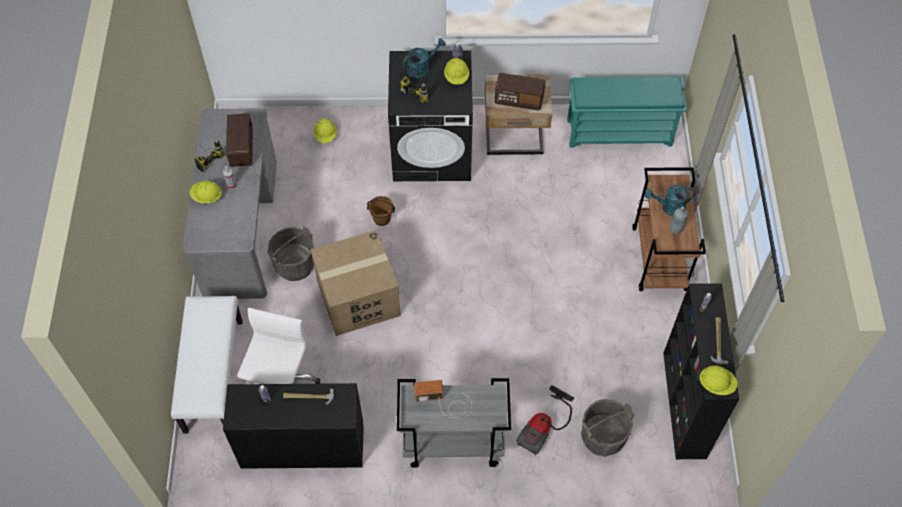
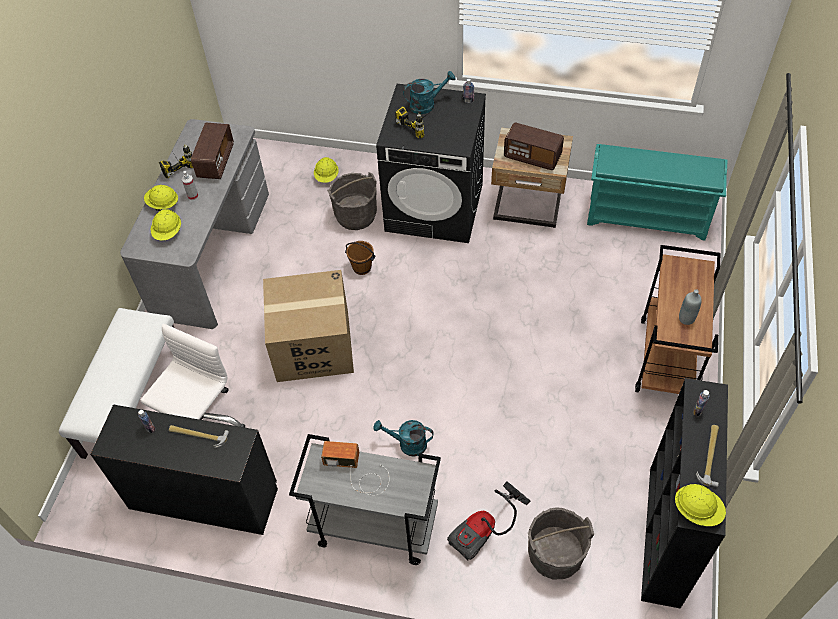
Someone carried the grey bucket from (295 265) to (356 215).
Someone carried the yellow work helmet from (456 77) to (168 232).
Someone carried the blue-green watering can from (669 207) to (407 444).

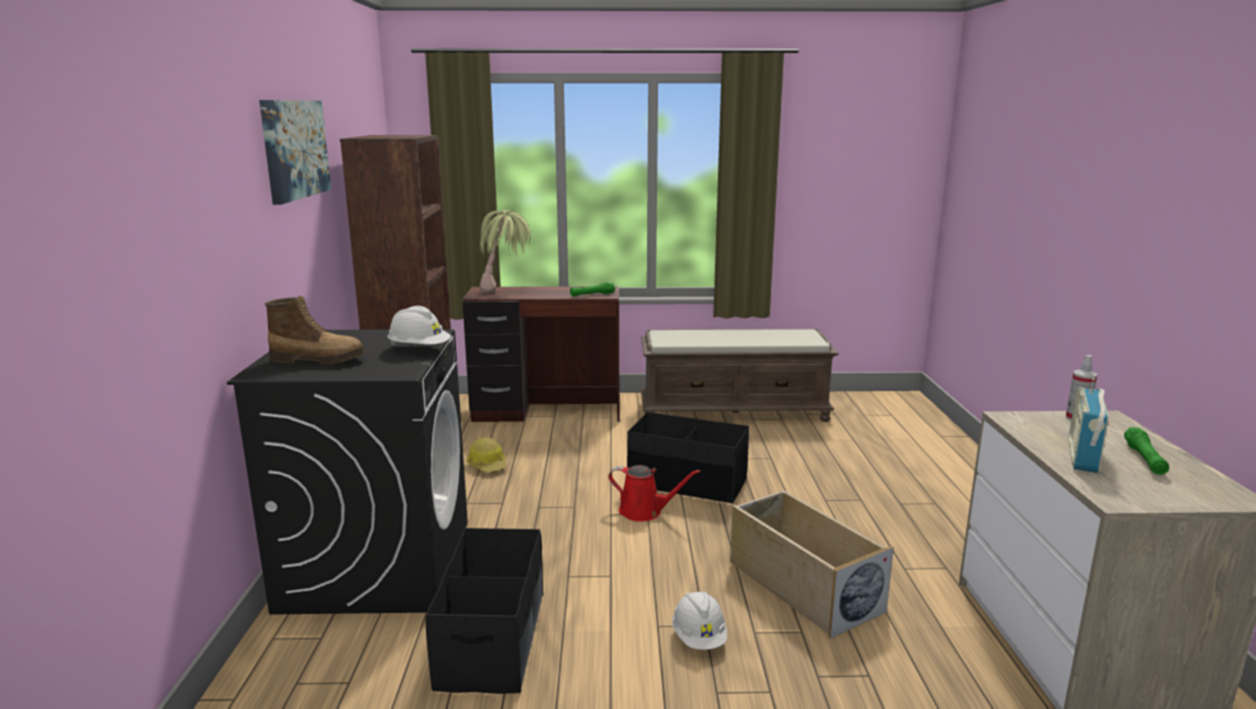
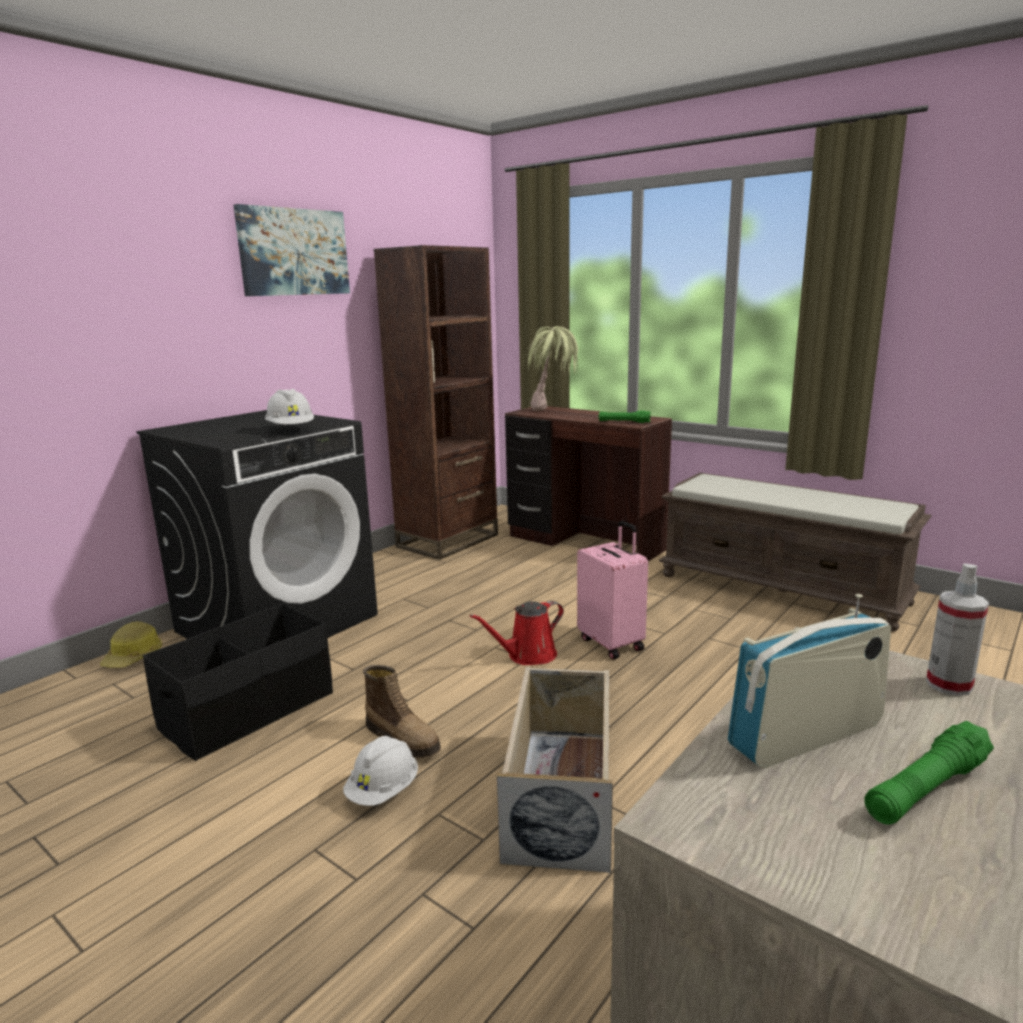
Someone carried the high-top boot from (319 360) to (404 739).
Someone carried the work helmet from (488 465) to (134 657).
Someone rotated the red-coloured watering can at (644 512) by 90 degrees clockwise.
Someone swapped the black storage box at (687 483) for the pink-coloured suitcase at (612 643).

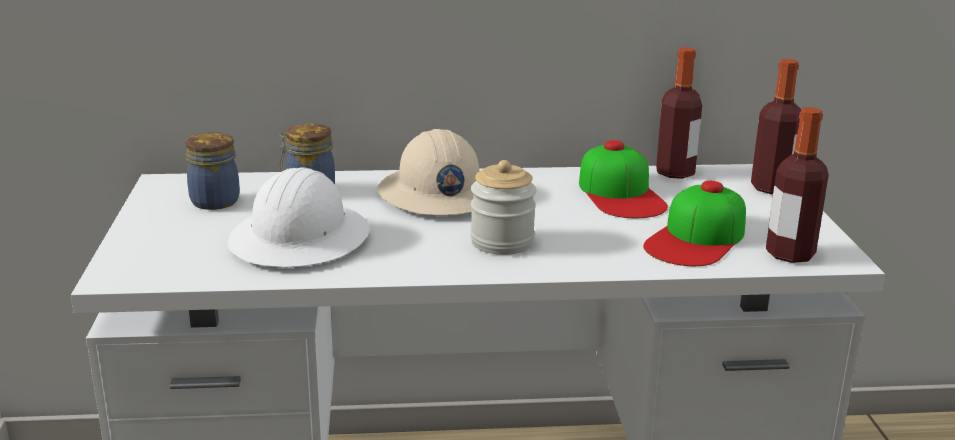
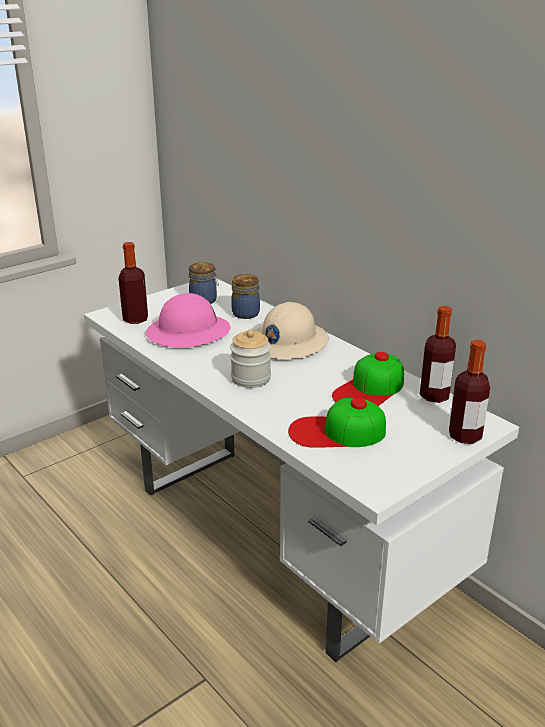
Someone repainted the white-coloured work helmet at (301 239), which became the pink-coloured work helmet at (188 333).
Someone carried the beverage bottle from (790 254) to (135 319).

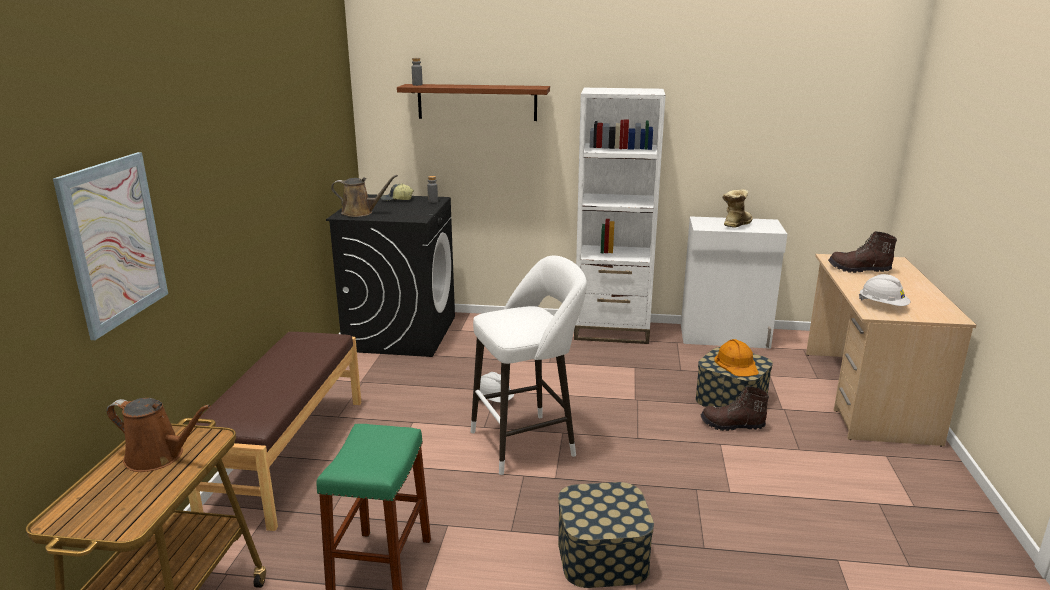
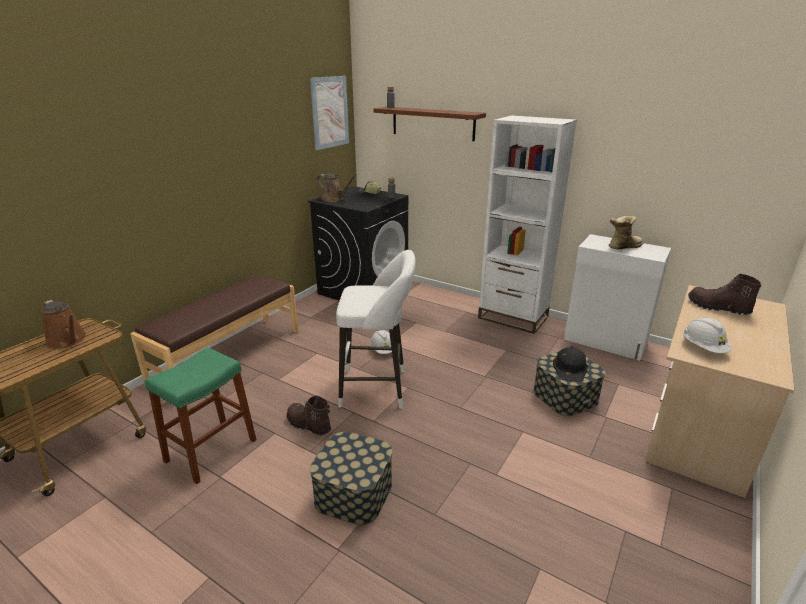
Someone carried the picture from (114 242) to (330 112).
Someone carried the brownish high-top boot from (732 425) to (308 425).
Someone repainted the orange-coloured work helmet at (736 364), which became the black work helmet at (570 368).

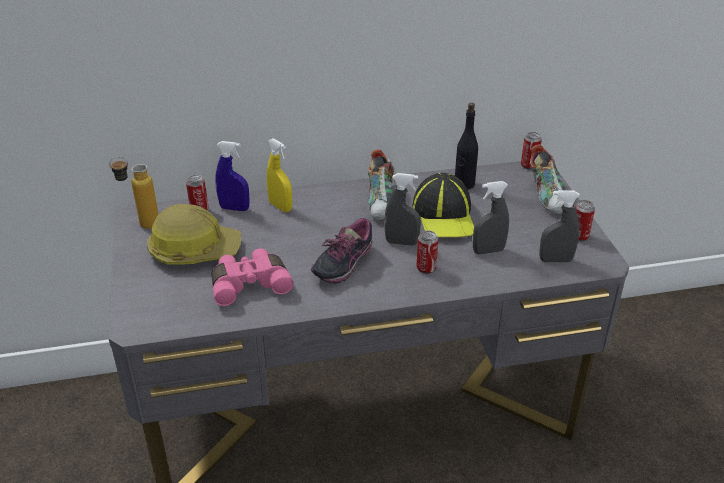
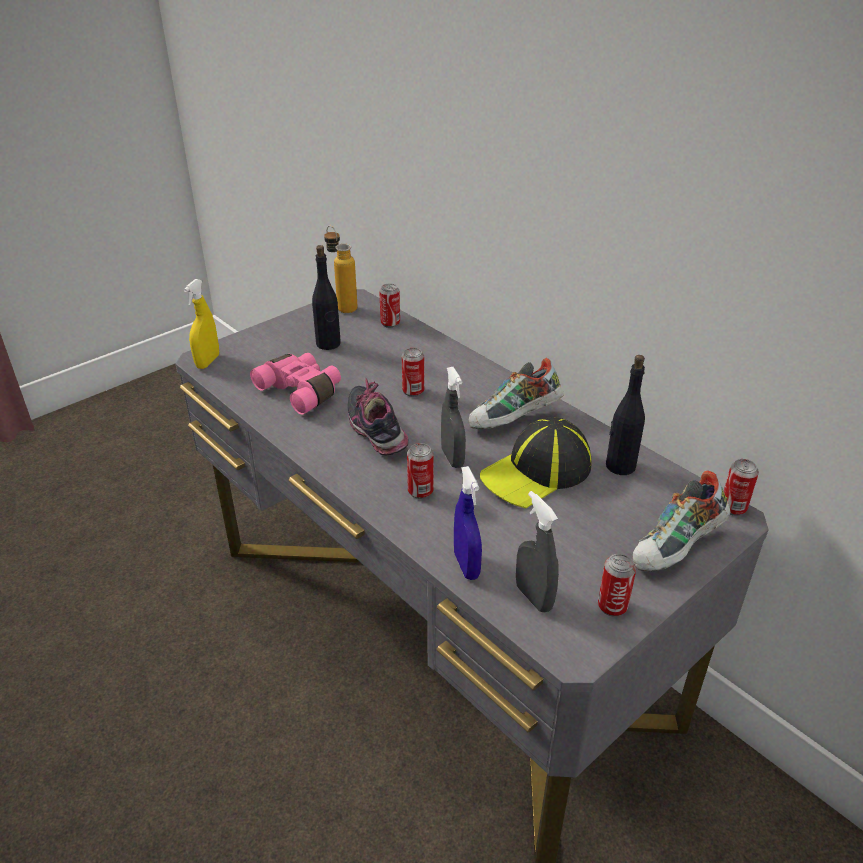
Someone swapped the work helmet at (194 250) for the black beverage bottle at (328 344).
Someone carried the bluish sprayer from (234 208) to (466 565).
Someone carried the yellow sprayer from (280 207) to (208 362).
Someone rotated the item of footwear at (342 265) by 60 degrees clockwise.
Someone took away the grey sprayer at (488 251).
Someone put down the metal can at (413 391).

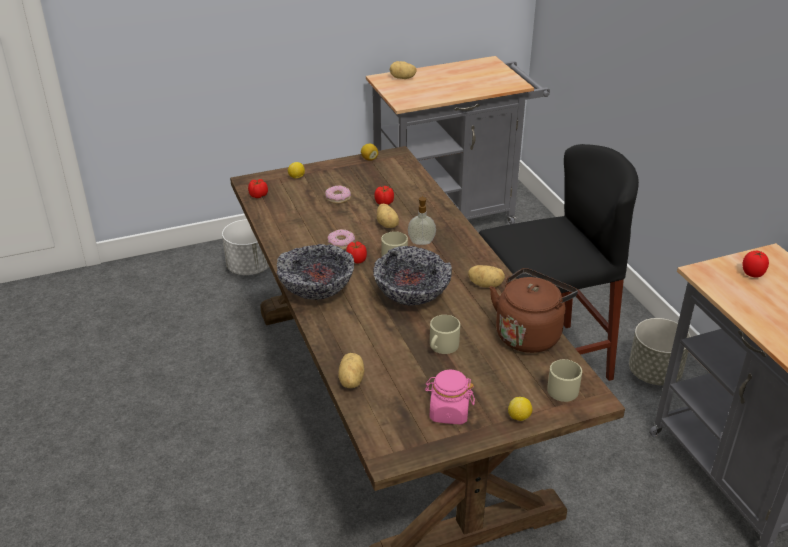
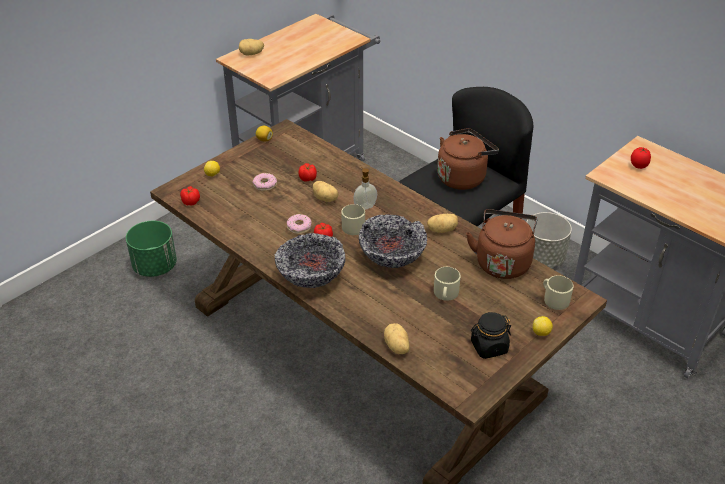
Someone repainted the white-coloured planter at (249 267), which became the greenish planter at (155 266).
Someone repainted the pink-coloured preserve jar at (448 412), which became the black preserve jar at (489 347).
Someone put down the brownish water kettle at (463 177).

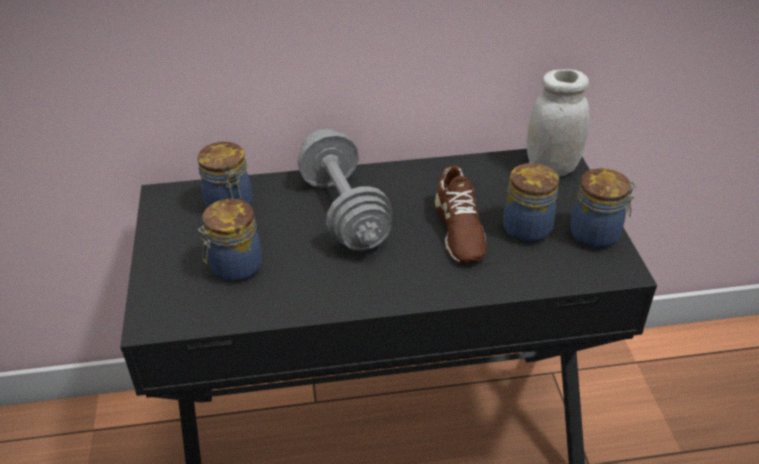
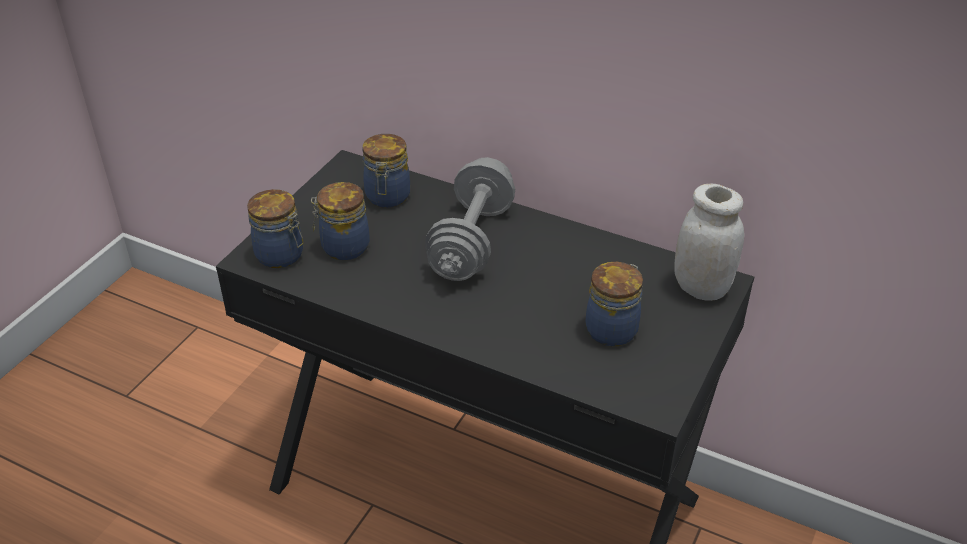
Someone took away the brownish item of footwear at (458 229).
Someone carried the preserve jar from (596 235) to (281 255).

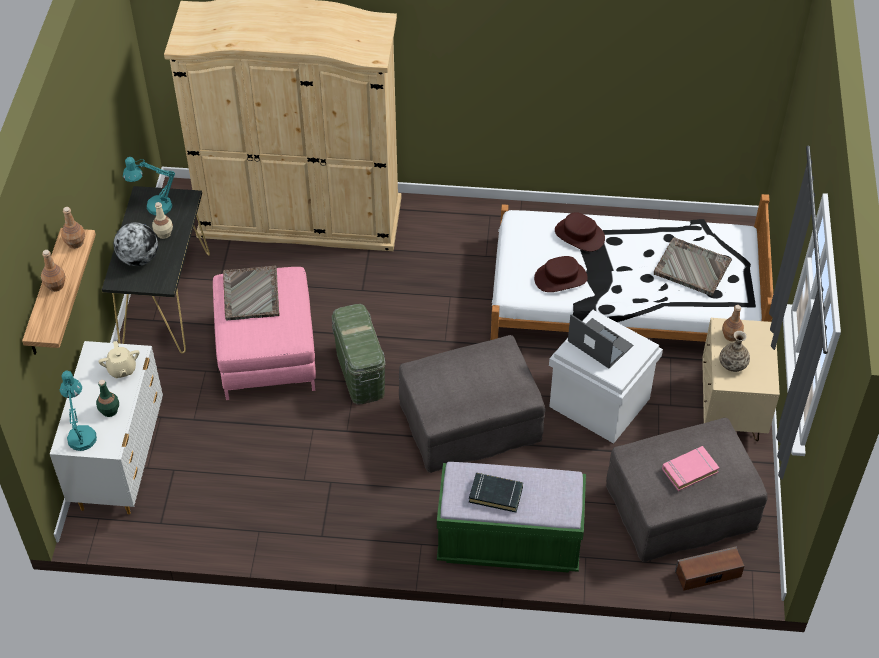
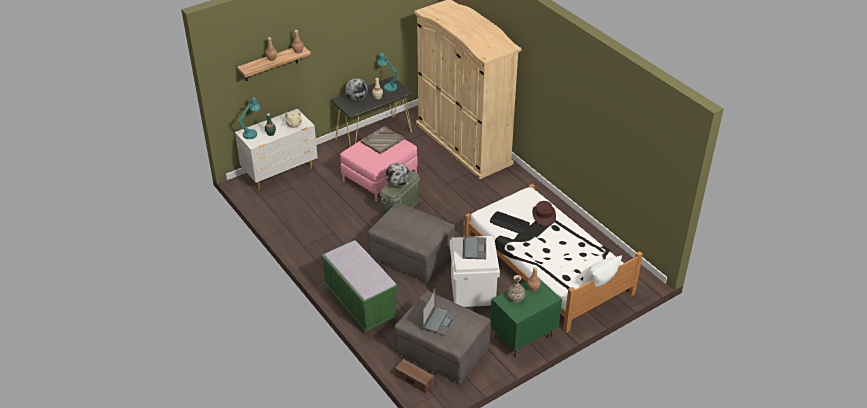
Someone took away the black book at (496 494).
Someone swapped the brownish hat at (560 278) for the computer keyboard at (509 223).
Someone took away the grey serving tray at (691 267).
Someone swapped the pink-coloured book at (689 470) for the laptop at (439 320).
Someone repainted the sand-coloured nightstand at (731 410), which became the greenish nightstand at (523 337).
Someone put down the desk globe at (397 184).
Someone put down the white-coloured pillow at (598 284).

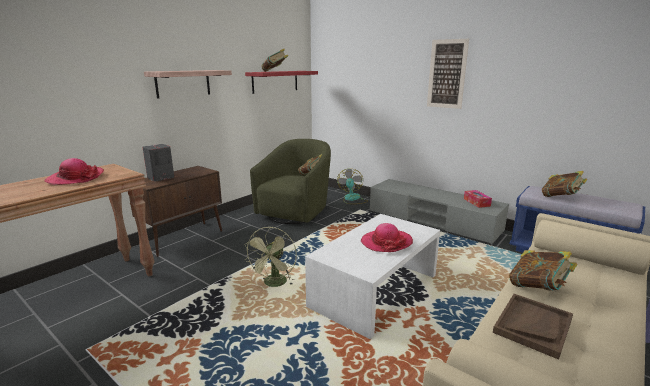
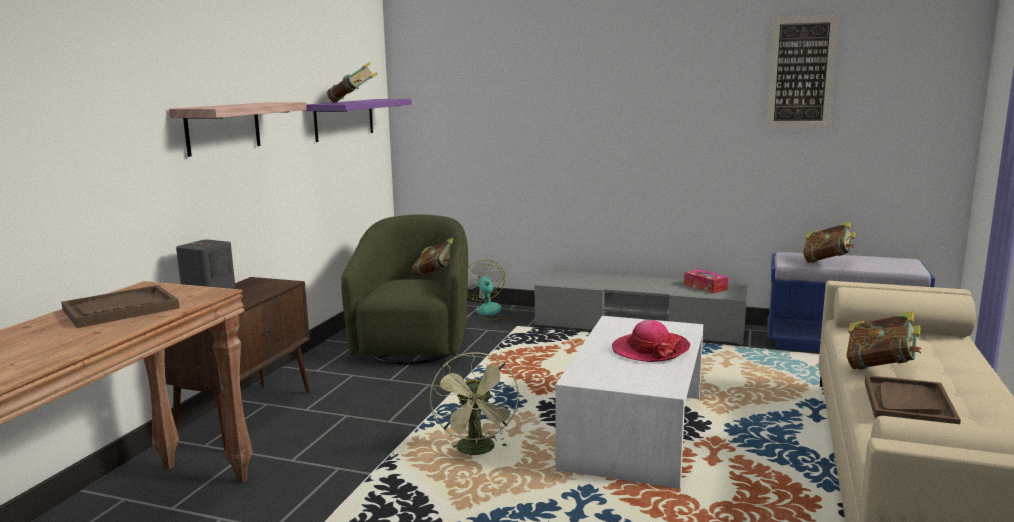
Someone swapped the hat at (75 178) for the brownish serving tray at (120 309).
Someone repainted the red-coloured bracket shelf at (275 81), which became the purple bracket shelf at (344 119).
Someone carried the picture from (447 74) to (801 72).

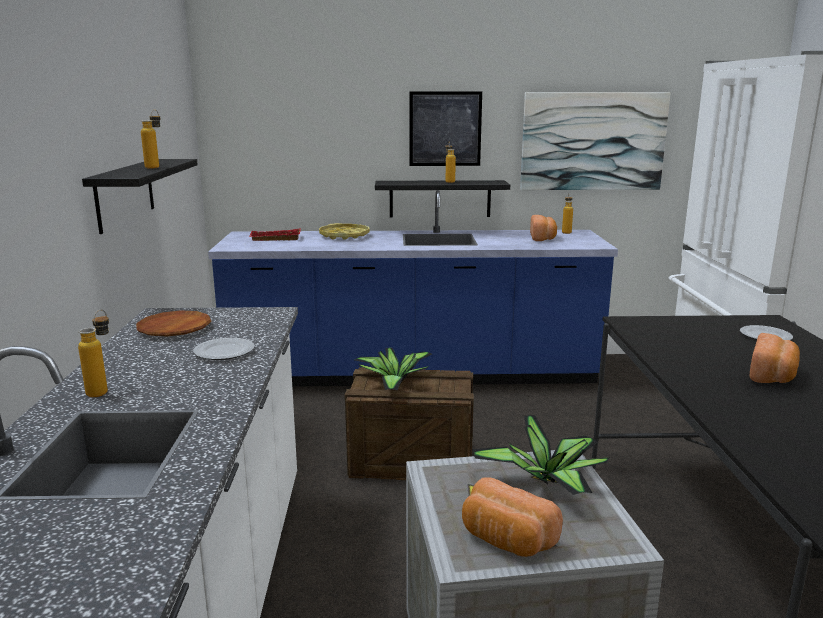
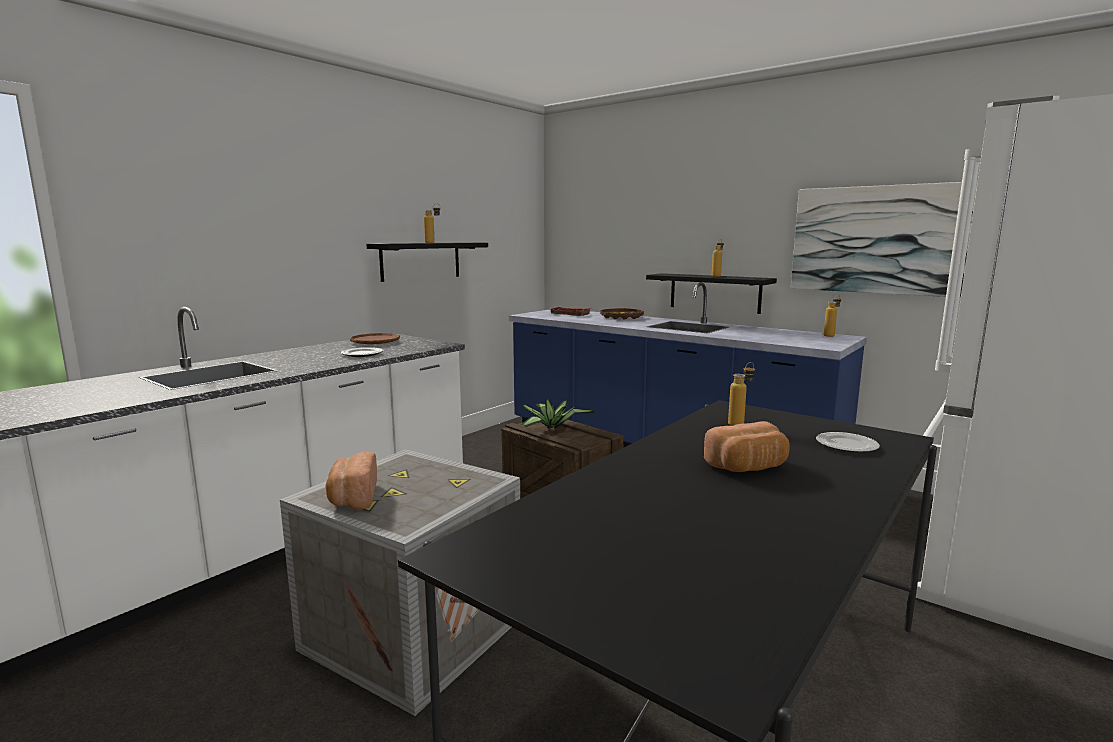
Someone carried the beverage bottle from (103 390) to (740 423).
Someone repainted the yellow serving tray at (344 236), which became the brownish serving tray at (621 317).
Someone took away the picture at (445 129).
Someone took away the potted plant at (548 481).
Someone took away the baked bread at (543 238).

